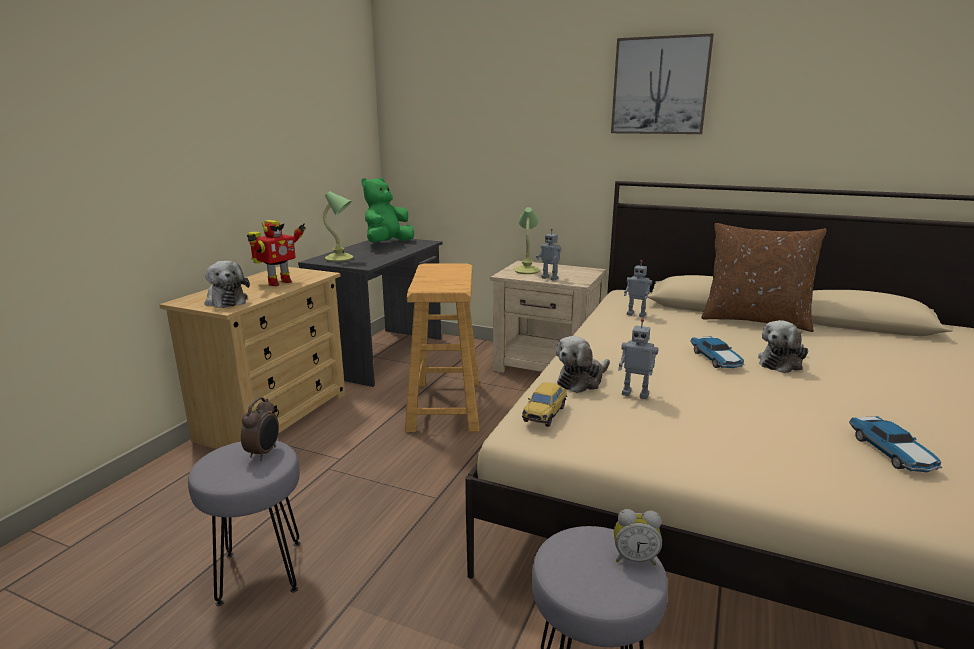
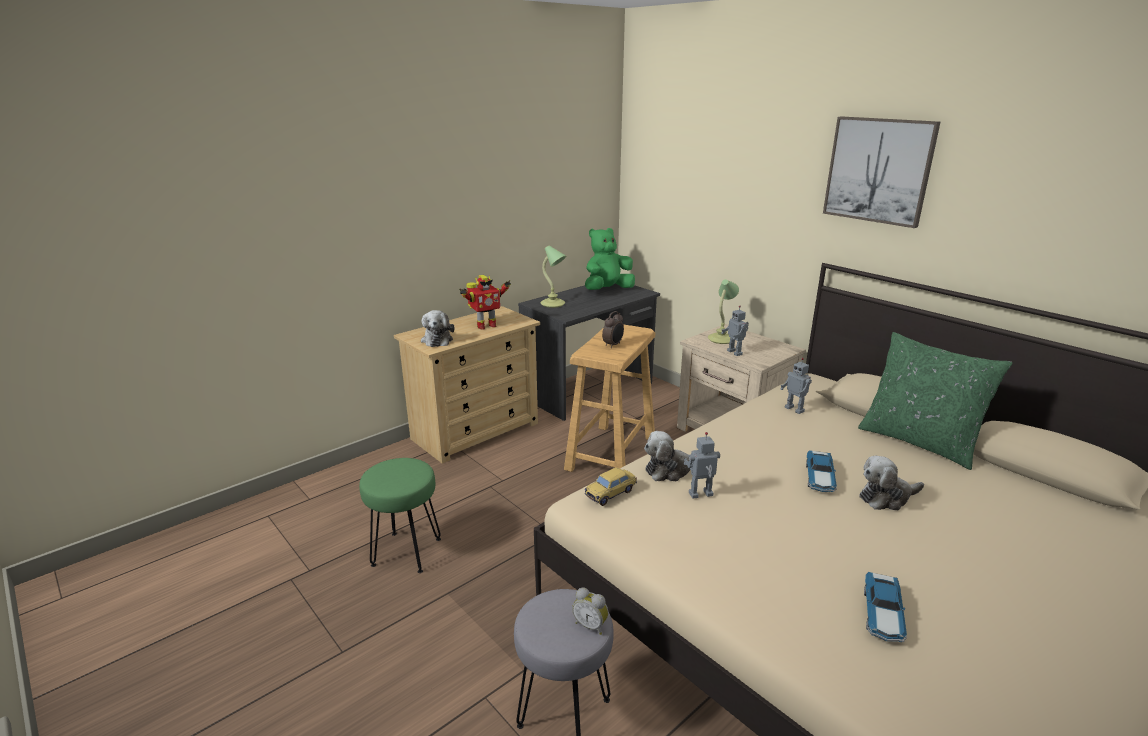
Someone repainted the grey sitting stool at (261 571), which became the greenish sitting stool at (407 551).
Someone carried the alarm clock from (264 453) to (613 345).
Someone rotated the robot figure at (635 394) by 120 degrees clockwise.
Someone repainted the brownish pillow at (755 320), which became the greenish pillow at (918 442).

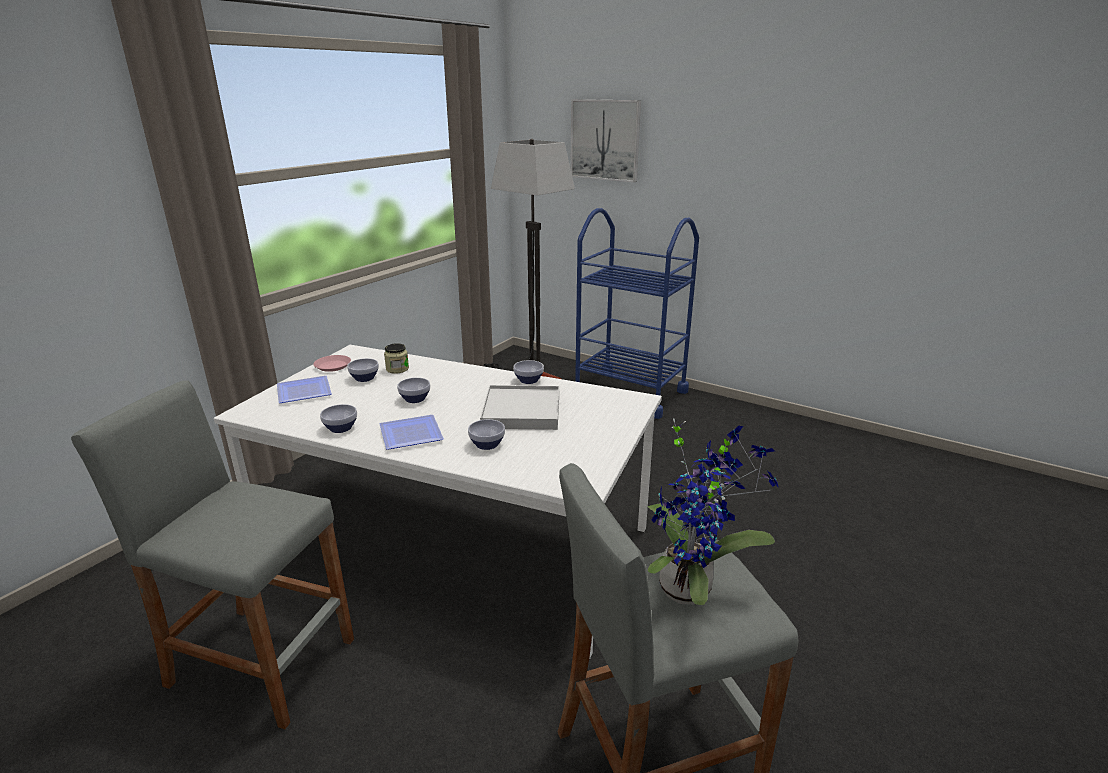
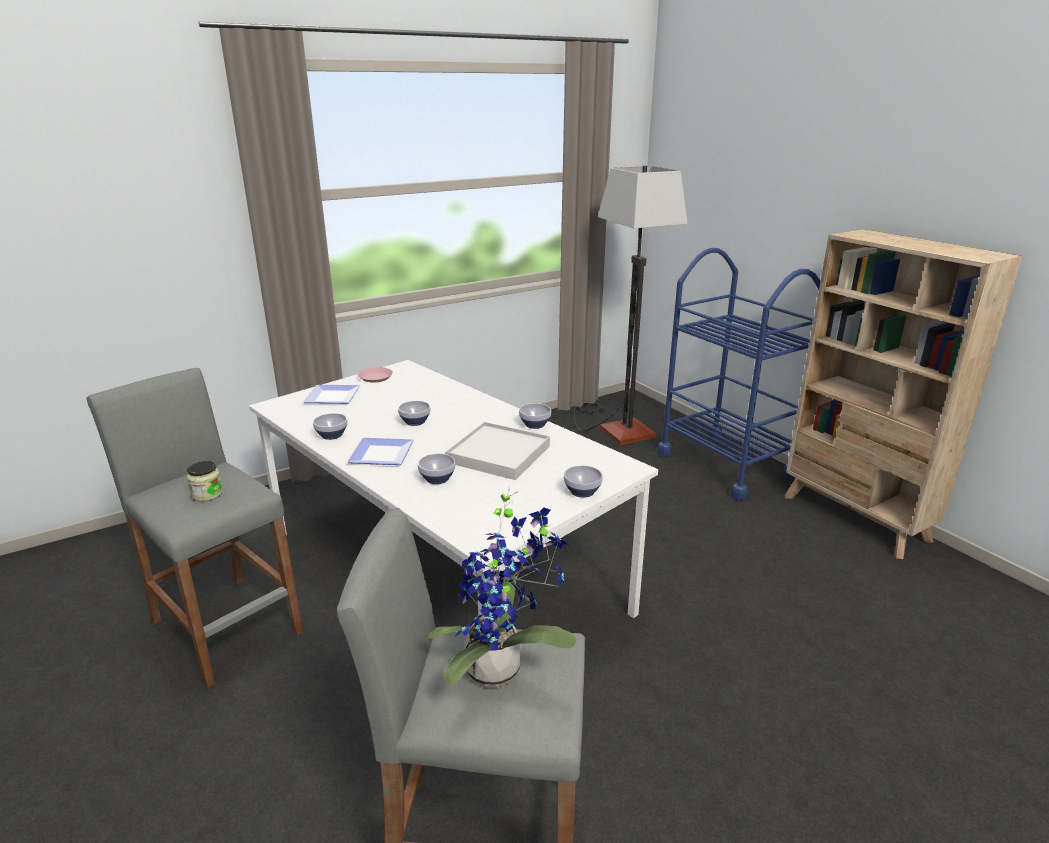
Someone carried the serving bowl from (365 378) to (583 492).
Someone carried the preserve jar from (397 369) to (207 494).
Someone took away the picture at (605 140).
Someone put down the sand-coloured shelving unit at (855 518).

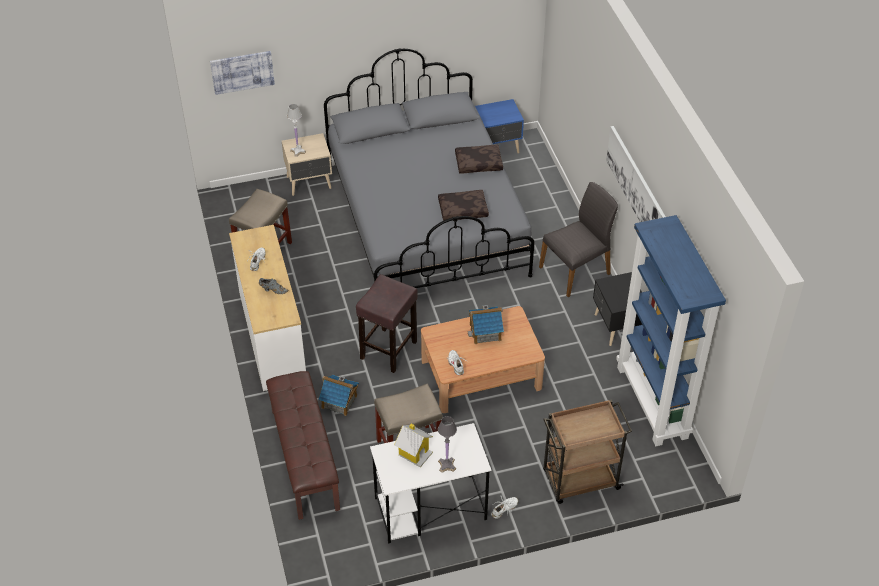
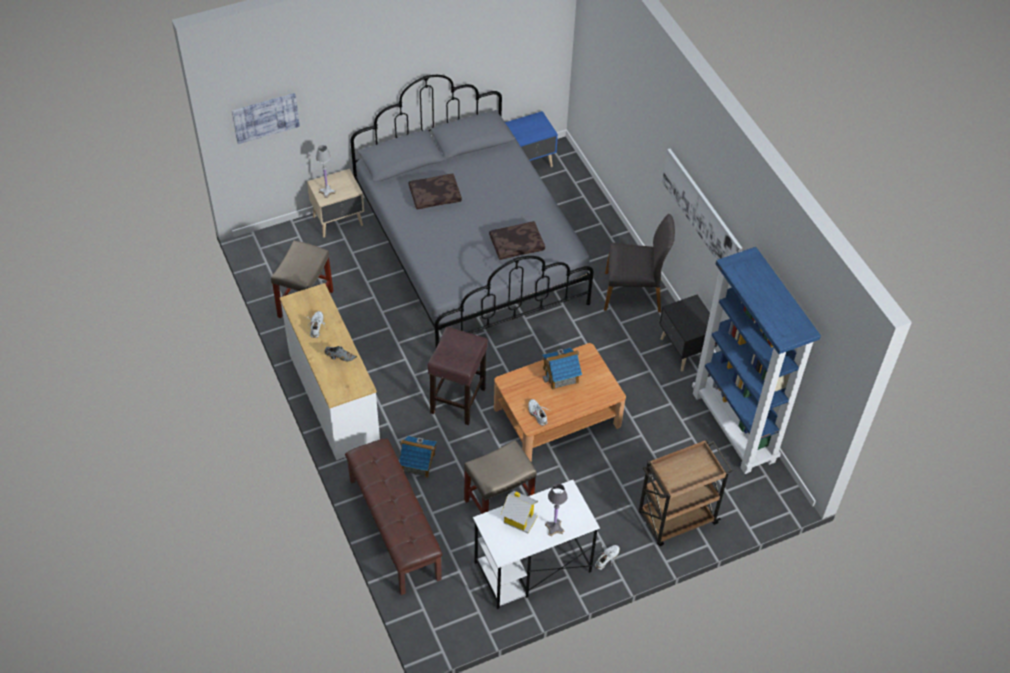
Someone carried the brownish pillow from (479 163) to (435 195).
Someone rotated the grey upright chair at (576 271) by 45 degrees clockwise.

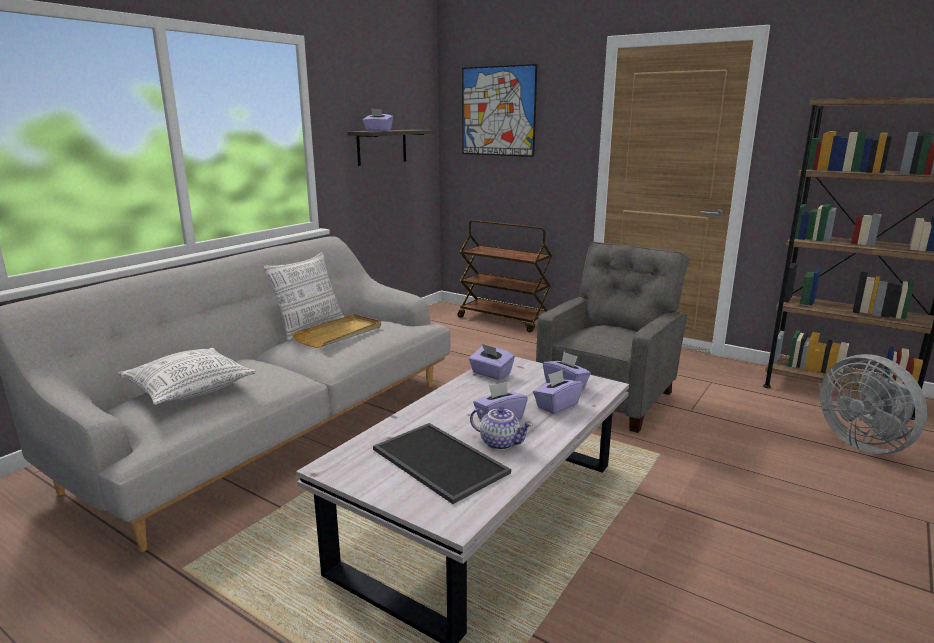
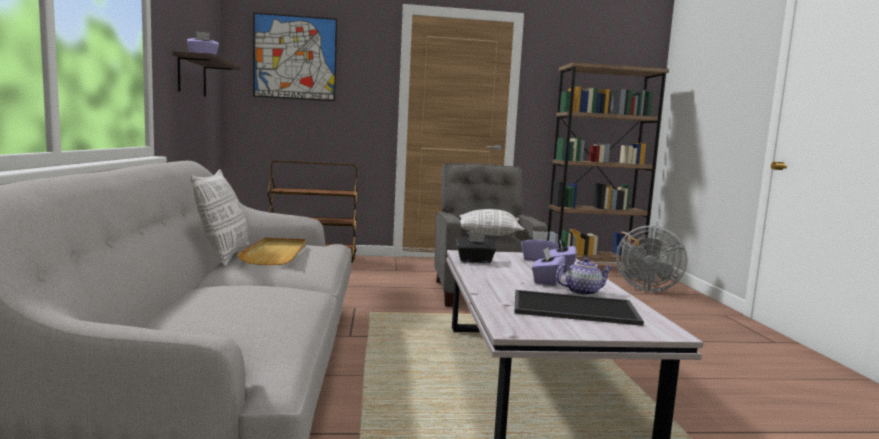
Someone carried the pillow from (190 389) to (488 234).
Someone repainted the purple box of tissues at (491 374), which became the black box of tissues at (475 260).

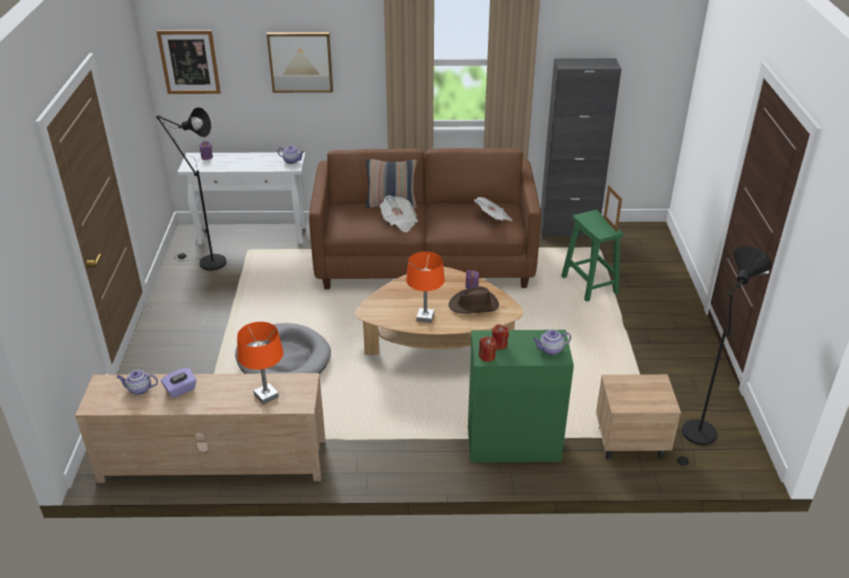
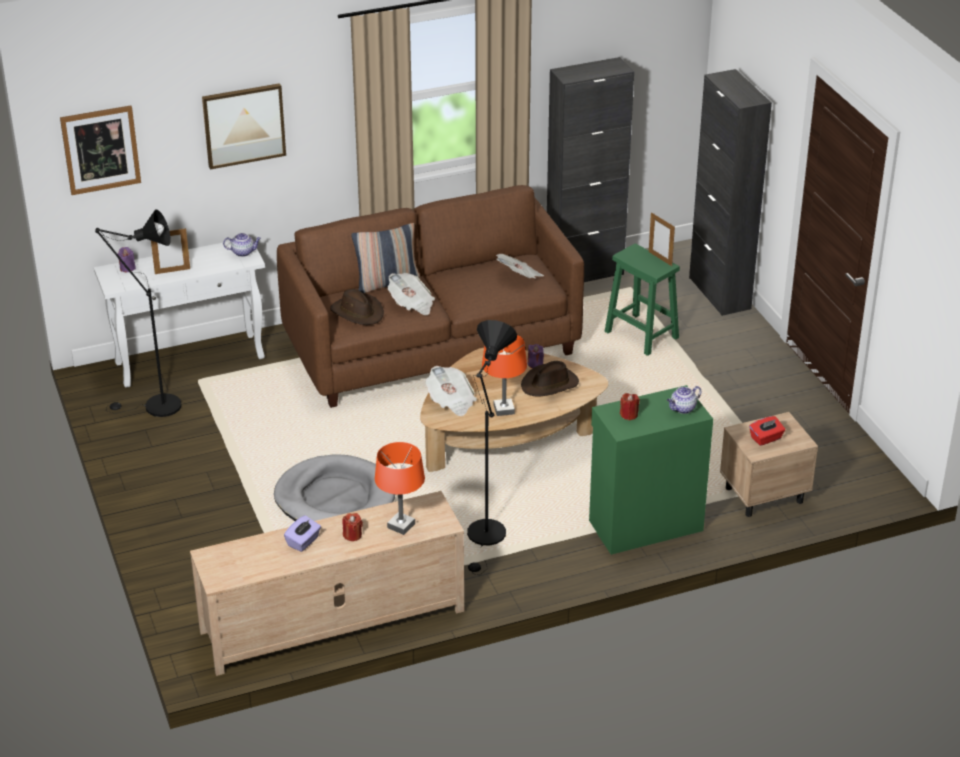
Someone took away the teapot at (139 389).
Someone carried the red-coloured candle from (487 356) to (352 535).
Someone carried the black standard lamp from (698 437) to (486 539).
Someone put down the picture frame at (172 271).
Someone put down the brownish hat at (357 312).
Someone put down the printed paper at (451 402).
Someone put down the black cupboard at (719 293).
Someone put down the red-coloured box of tissues at (766 438).

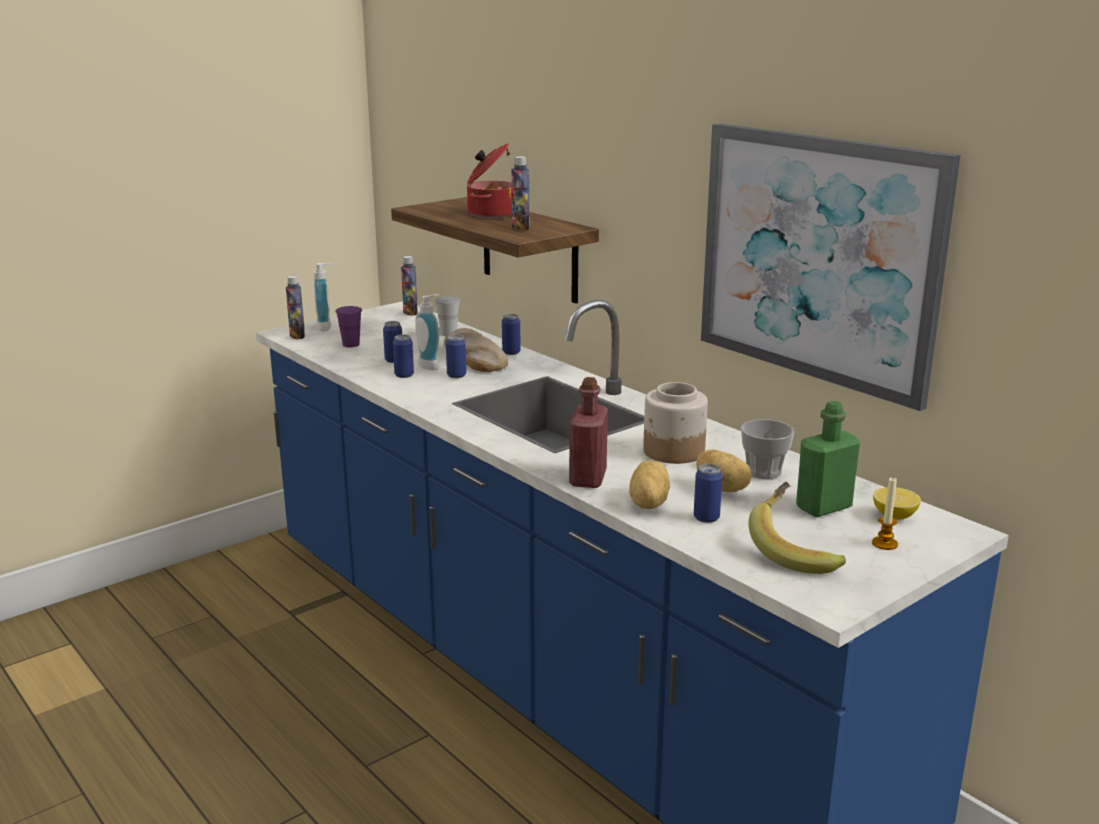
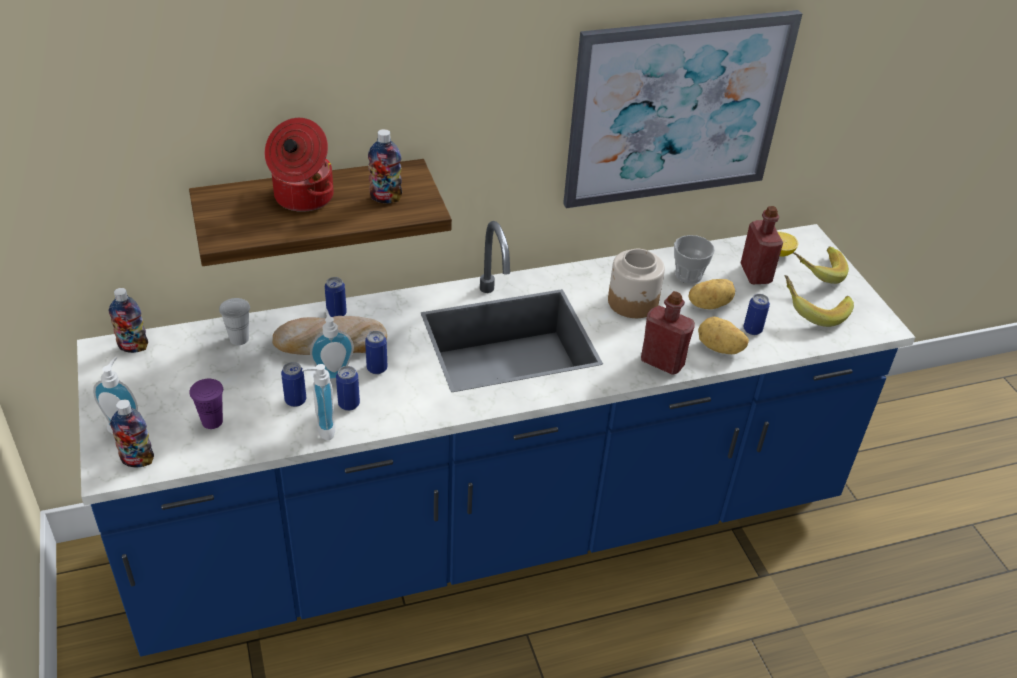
Someone repainted the greenish beverage bottle at (823 507), which became the red-coloured beverage bottle at (755 274).
Someone swapped the candle at (884 544) for the whole banana at (814 273).
Someone put down the liquid soap bottle at (322 428).

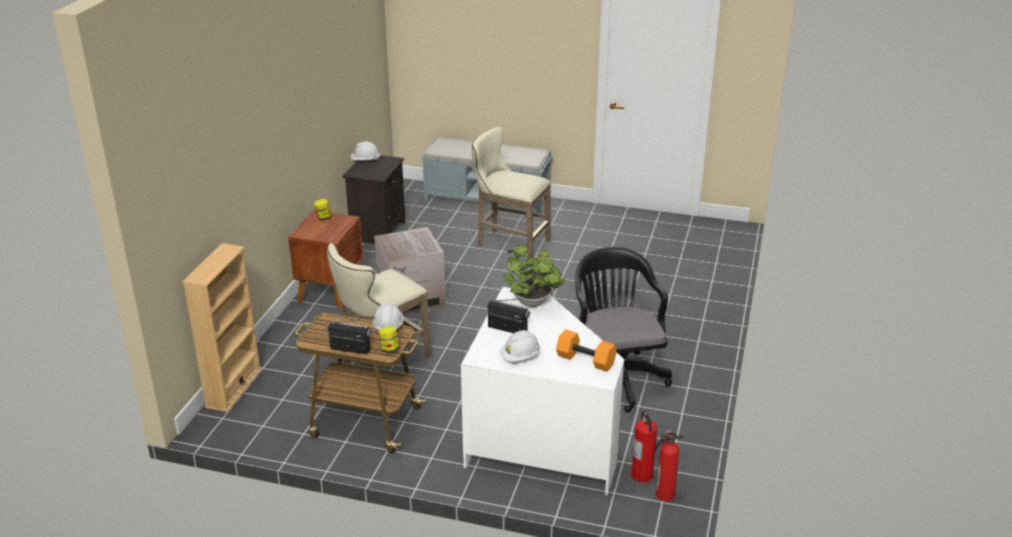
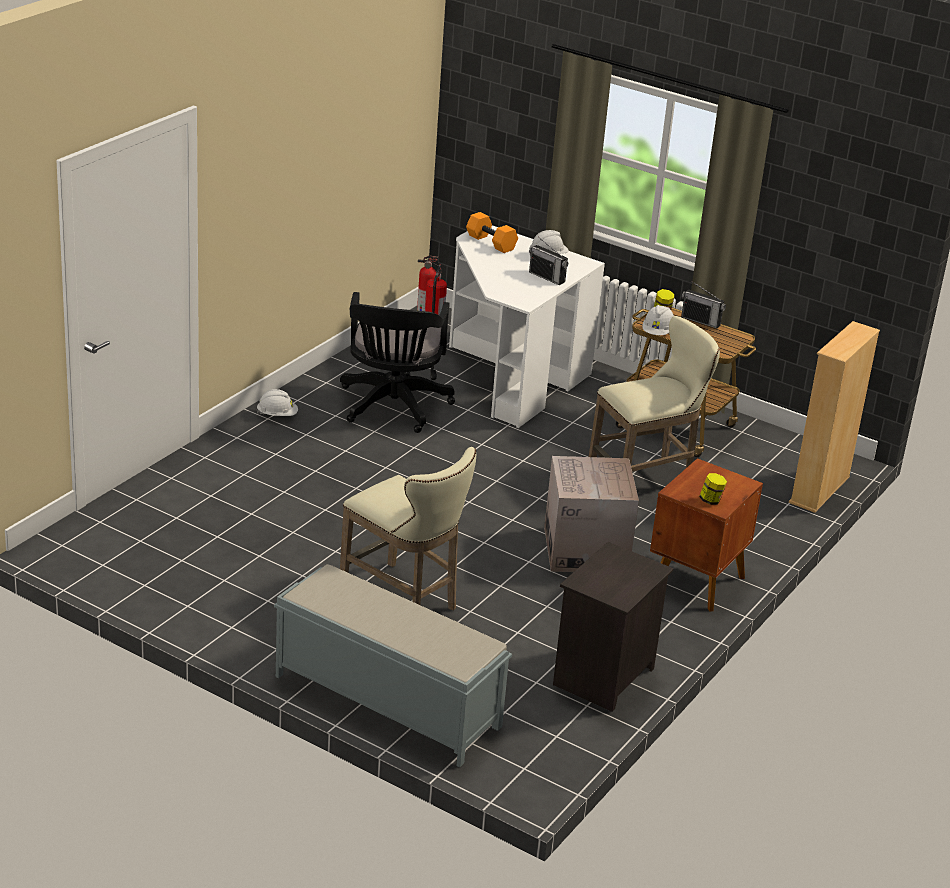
Someone carried the white-coloured work helmet from (365 161) to (277 415).
Someone took away the potted plant at (534 303).

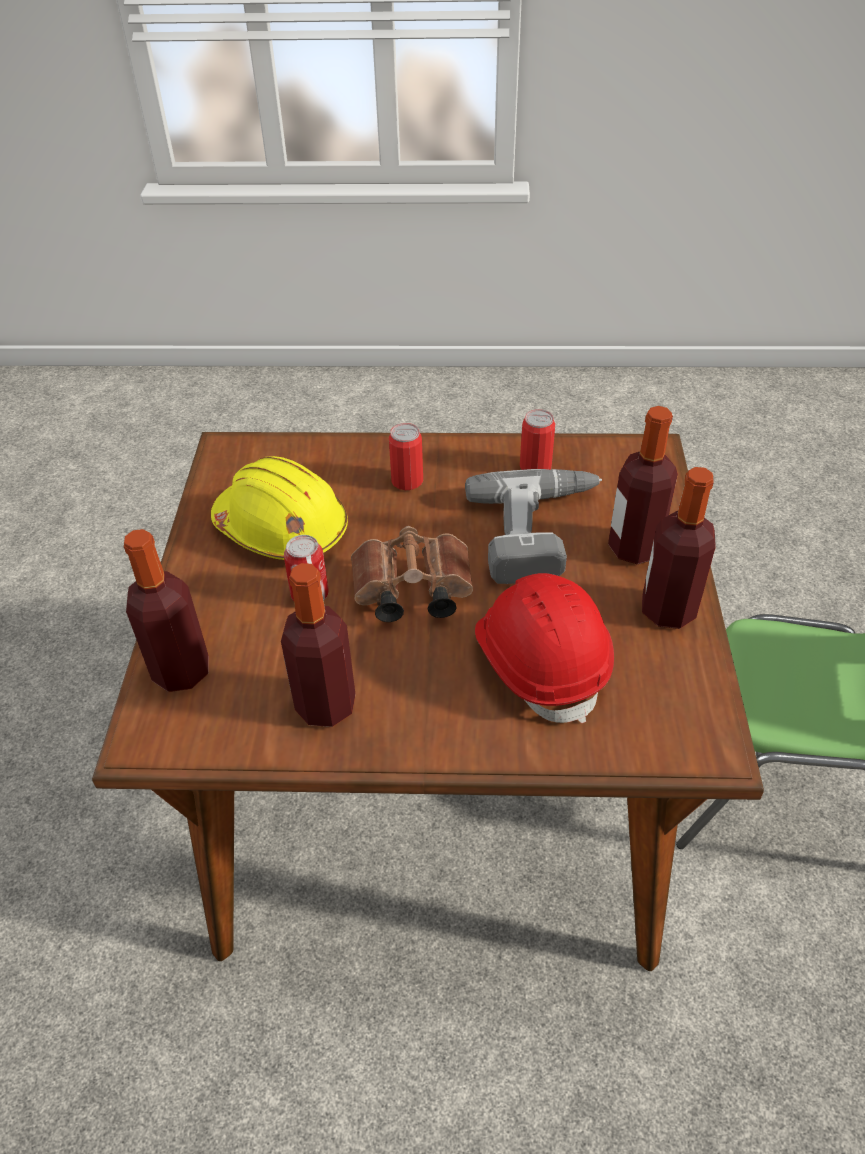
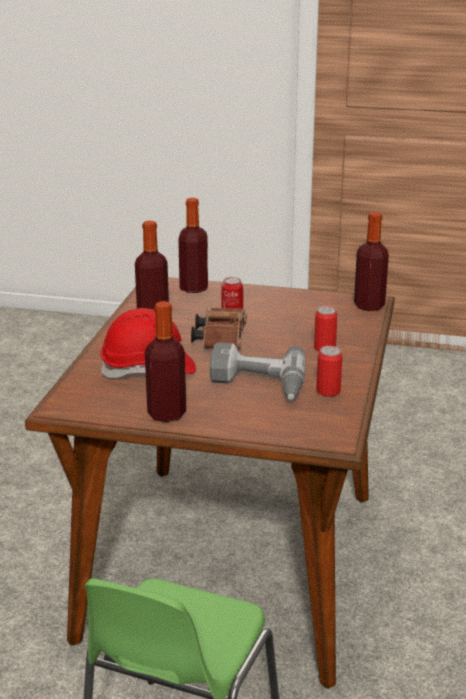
Someone took away the yellow work helmet at (282 529).
Someone carried the beverage bottle from (634 548) to (369 306).

